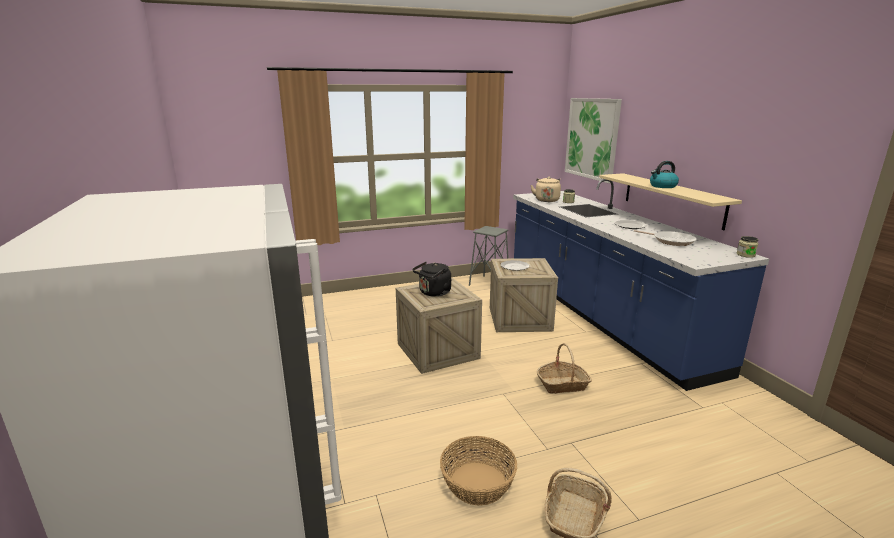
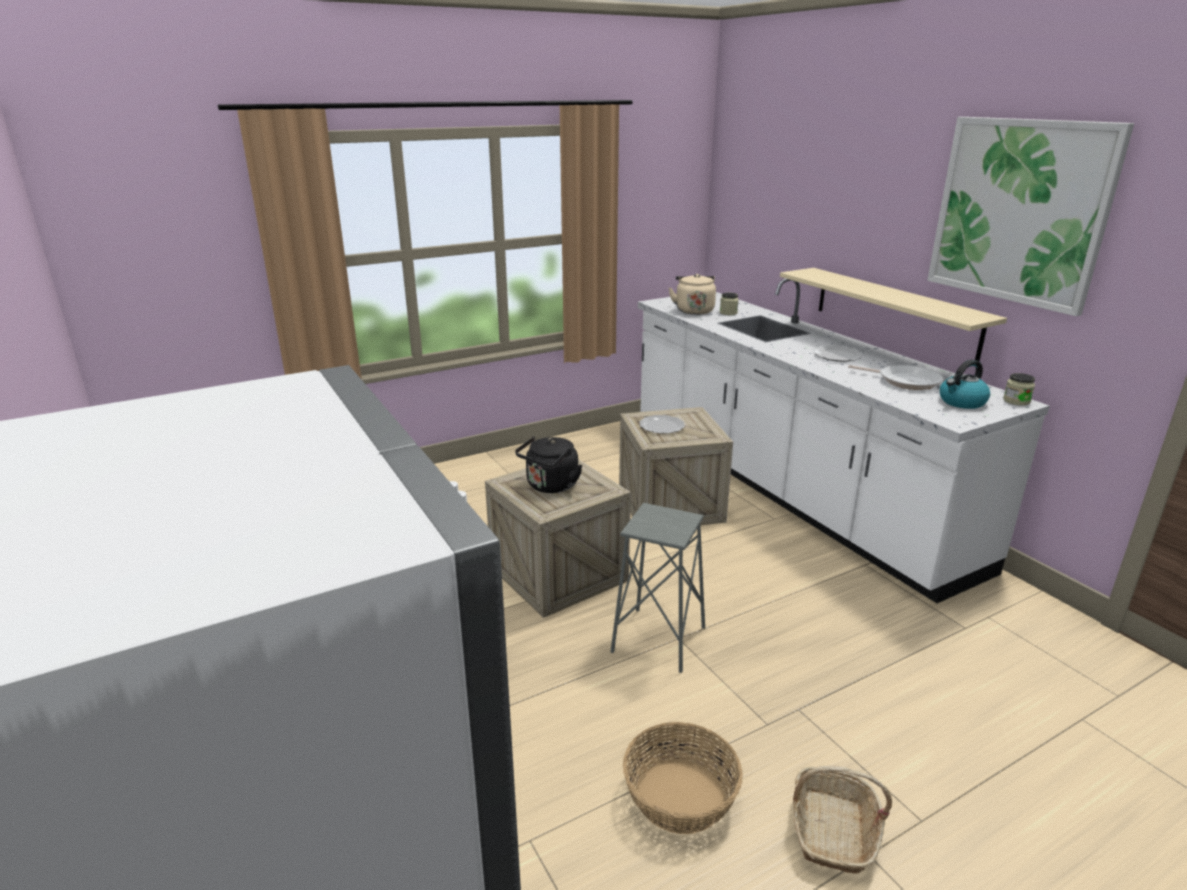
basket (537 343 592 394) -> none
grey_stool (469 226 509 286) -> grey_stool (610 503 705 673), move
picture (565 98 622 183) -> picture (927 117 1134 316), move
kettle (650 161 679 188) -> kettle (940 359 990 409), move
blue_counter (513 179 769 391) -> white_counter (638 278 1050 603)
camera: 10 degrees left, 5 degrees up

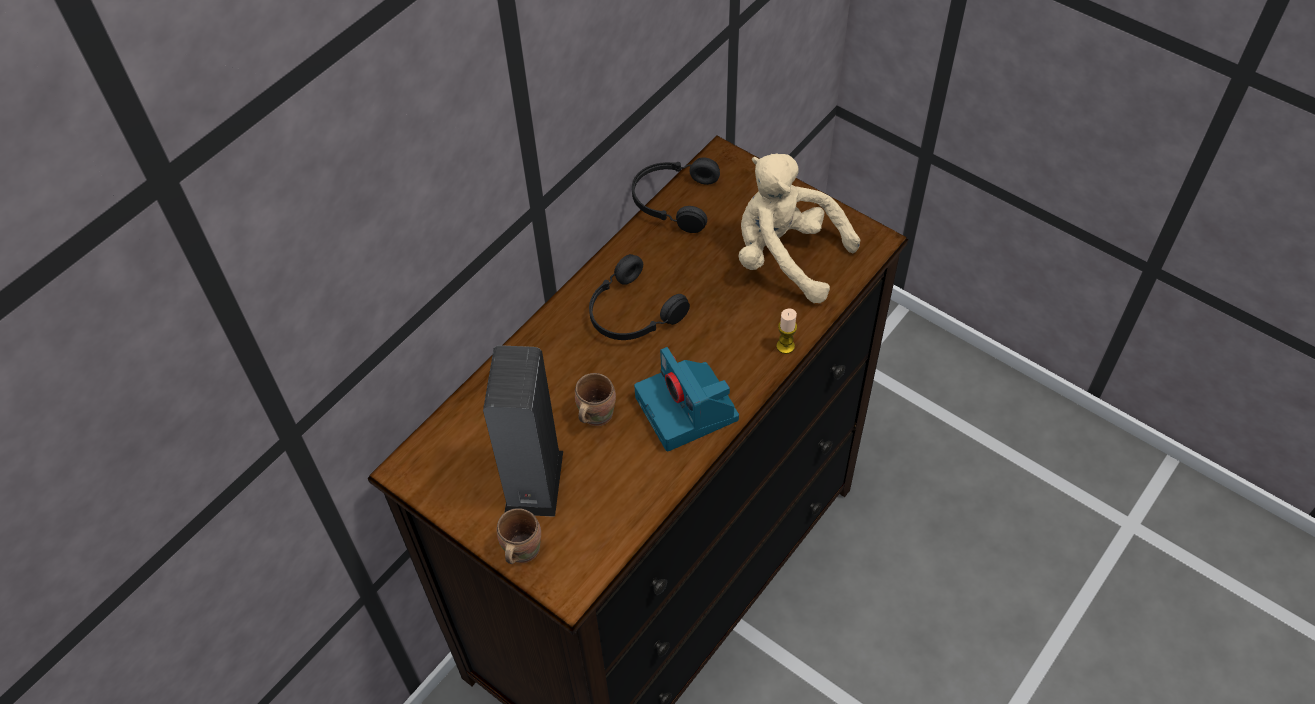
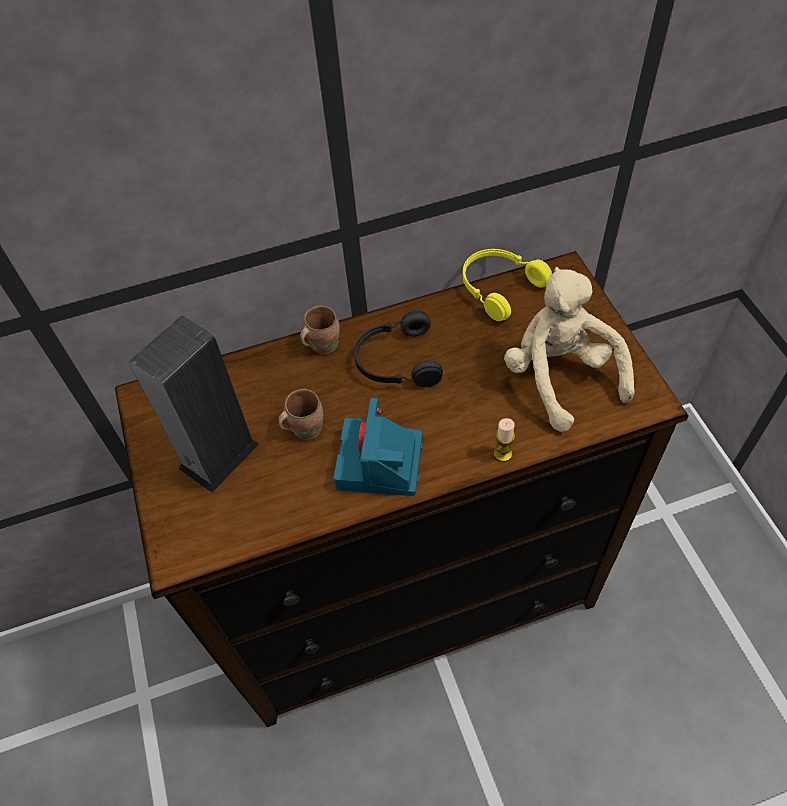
brown_mug (497 508 541 564) -> brown_mug (300 306 340 354), move
black_headphones (632 158 720 233) -> yellow_headphones (463 249 552 321)
camera: 35 degrees right, 0 degrees up

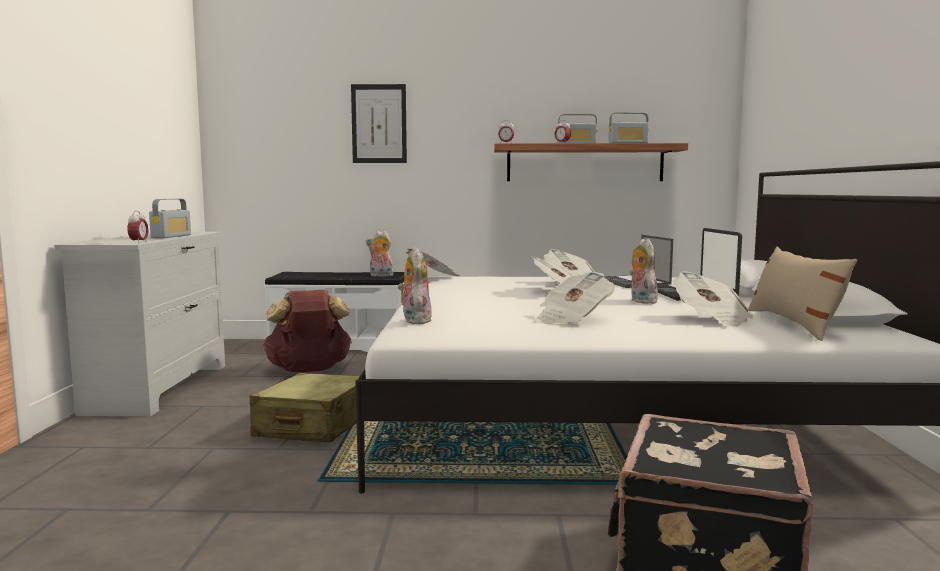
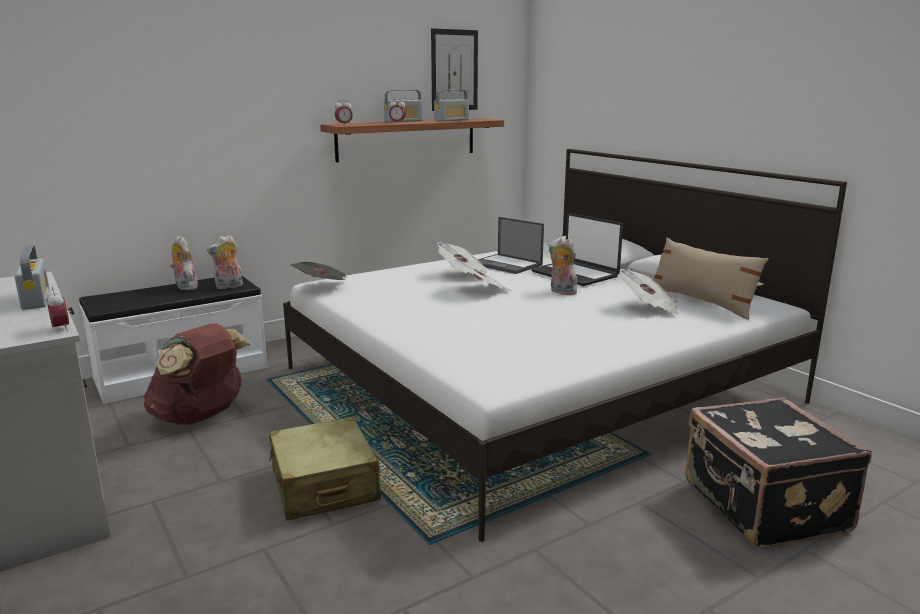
newspaper (535 272 615 324) -> none
picture (351 84 407 163) -> picture (431 28 478 111), move
plush_toy (398 247 433 324) -> plush_toy (170 236 198 290), move
camera: 35 degrees left, 10 degrees up

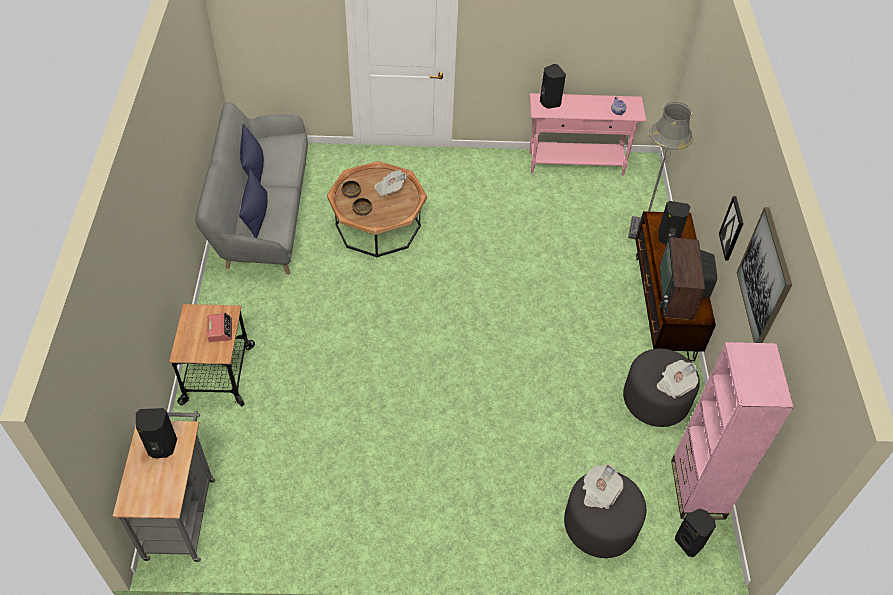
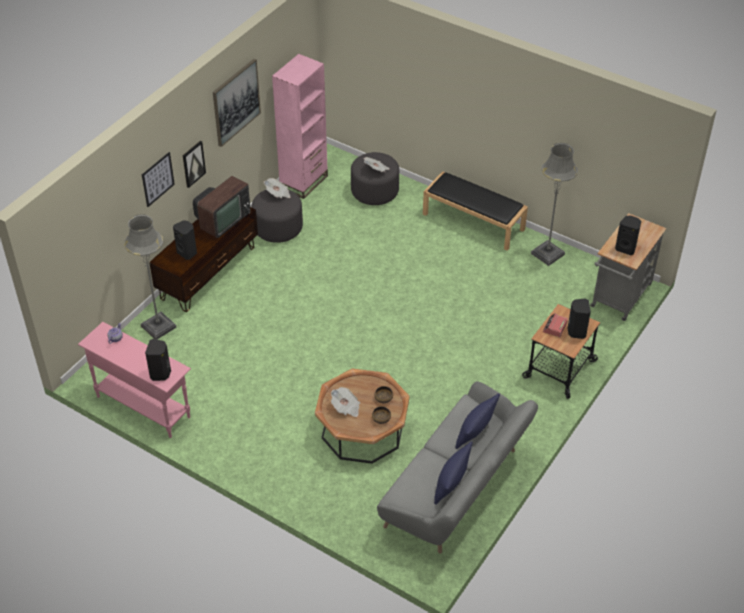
none -> picture (142 152 175 207)
none -> black_bench (423 171 528 251)
none -> grey_floor_lamp (531 143 578 266)
black_speaker (675 509 716 557) -> black_speaker (568 298 591 339), move
camera: 145 degrees left, 5 degrees down

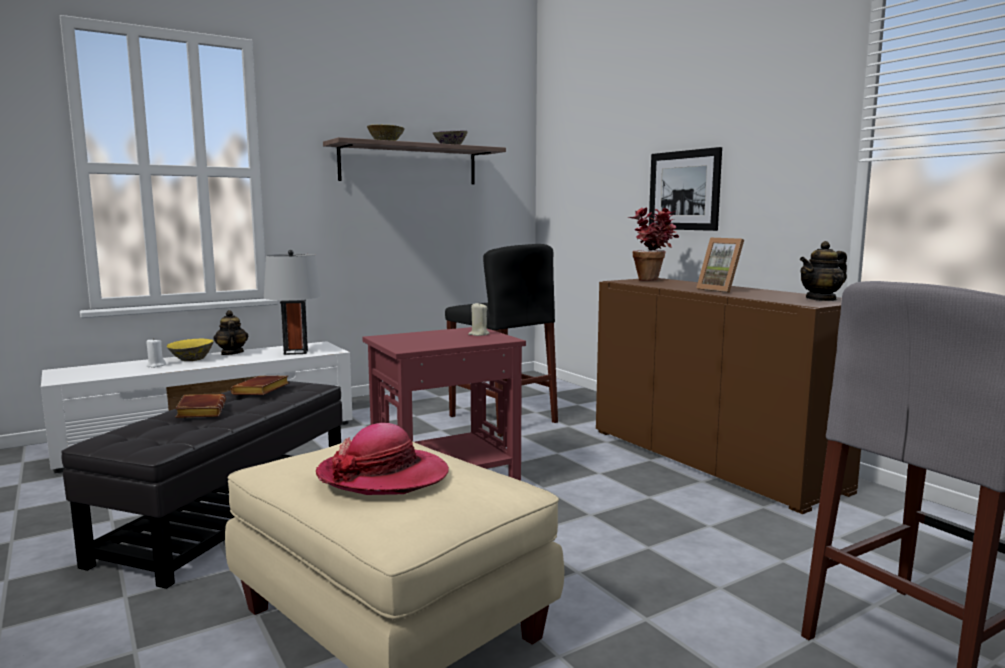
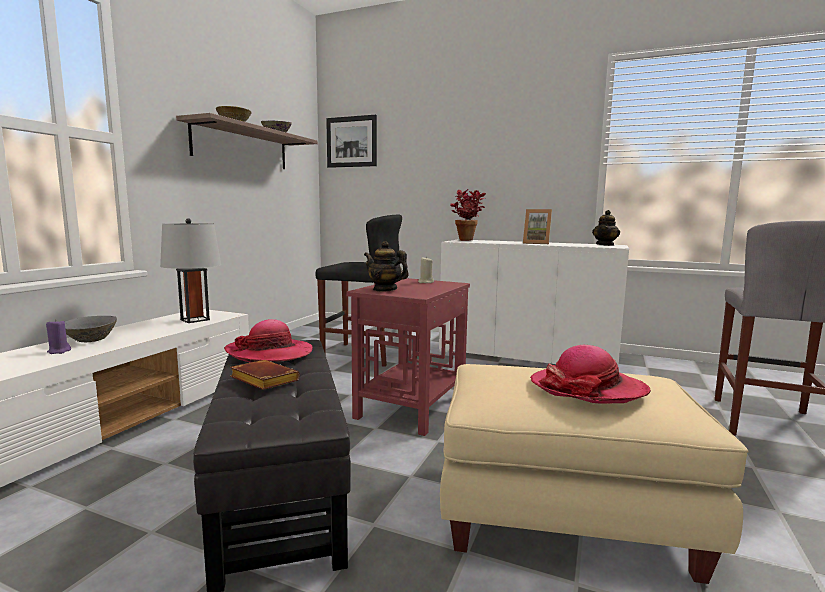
teapot (214 310 249 355) -> teapot (364 241 409 292), move
picture (649 147 722 231) -> picture (326 115 377 168), move
brown_book (231 375 289 395) -> hat (224 319 313 363)
white_candle (146 338 166 368) -> purple_candle (46 319 71 354)
yellow_bowl (167 339 214 361) -> grey_bowl (64 316 117 342)
brown_cabinet (596 278 861 514) -> white_cabinet (439 239 629 366)
camera: 35 degrees left, 0 degrees up

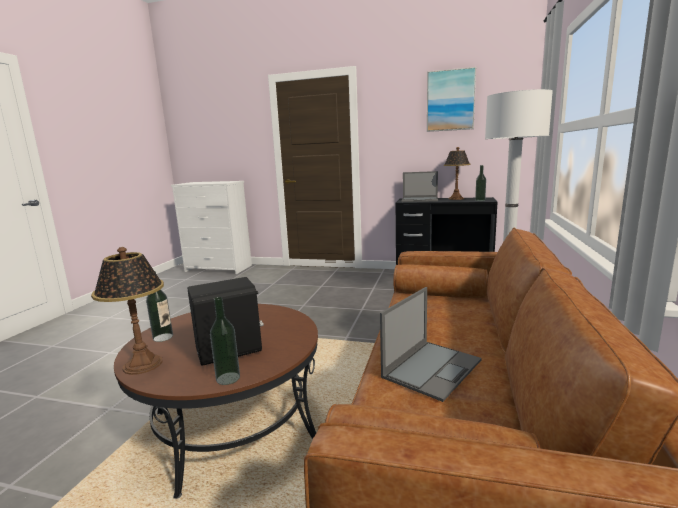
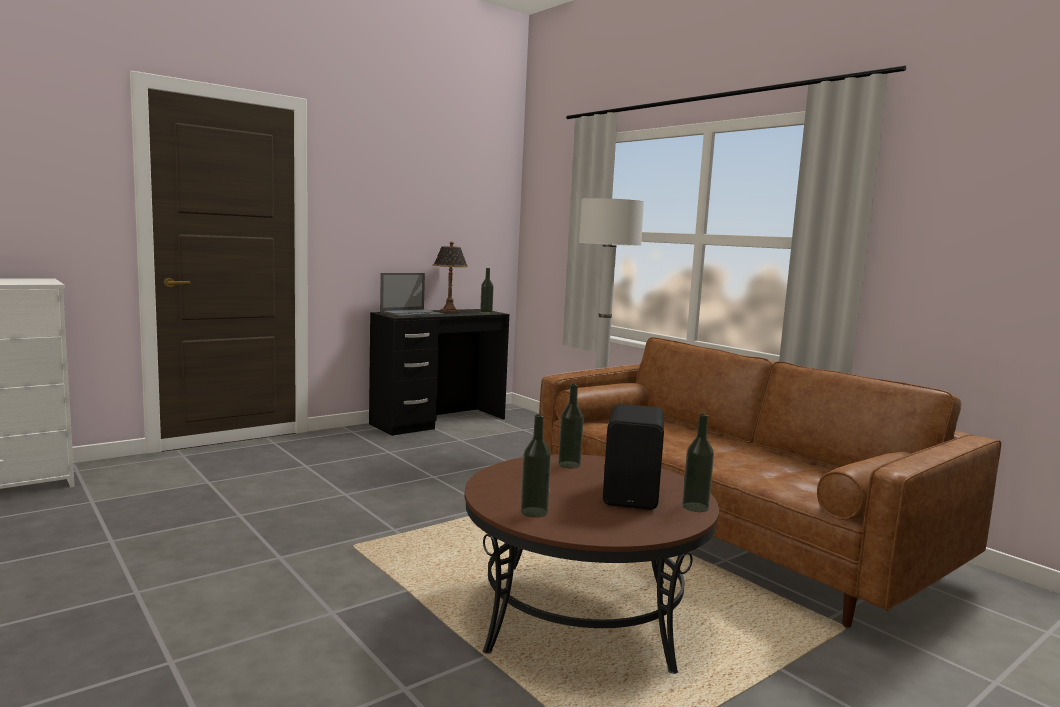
table_lamp (91 247 164 375) -> none
laptop (380 287 482 402) -> none
picture (427 67 476 132) -> none
none -> bottle (558 384 584 469)
camera: 55 degrees left, 5 degrees down

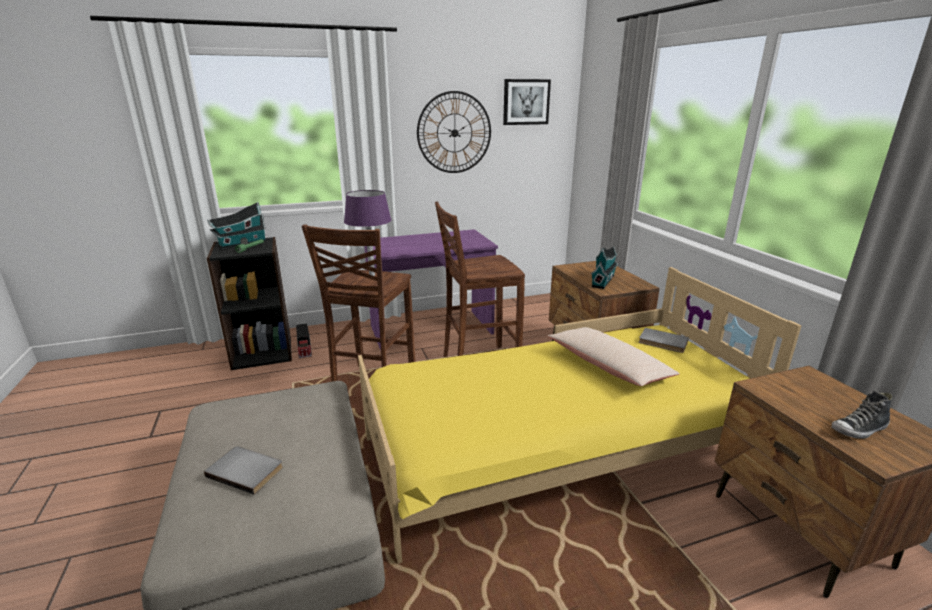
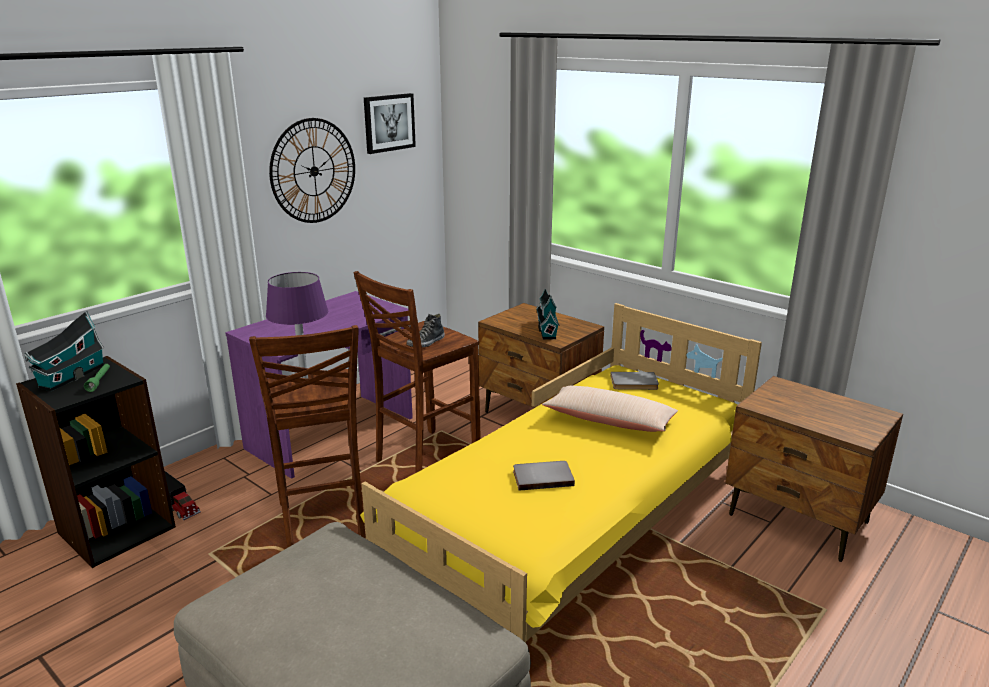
grey_book (204 446 283 495) -> grey_book (513 461 575 491), move
shoe (831 390 893 439) -> shoe (407 314 445 348), move
camera: 30 degrees left, 0 degrees up

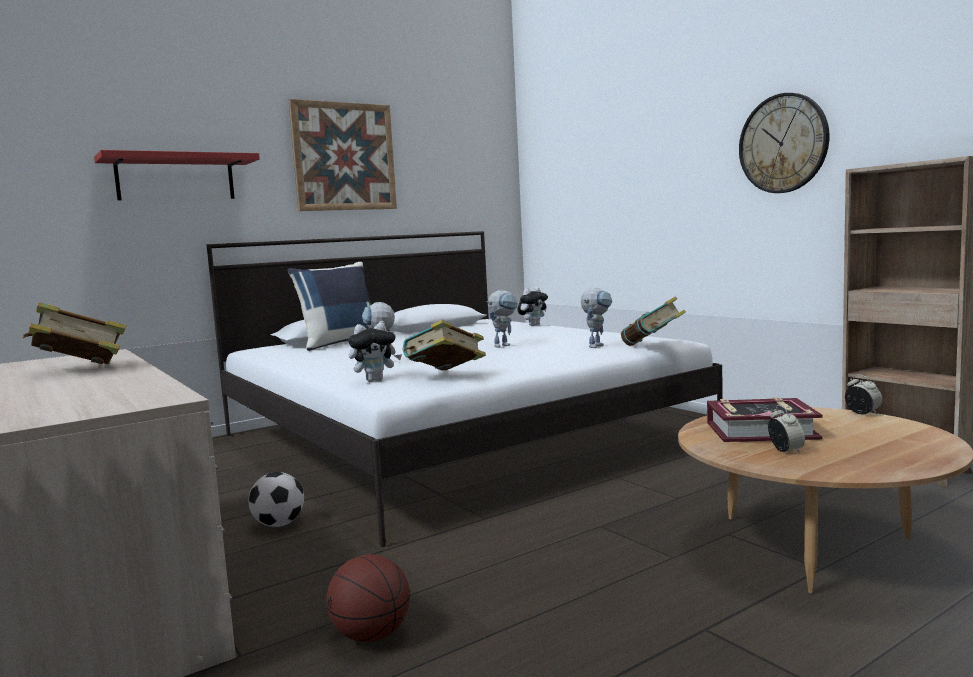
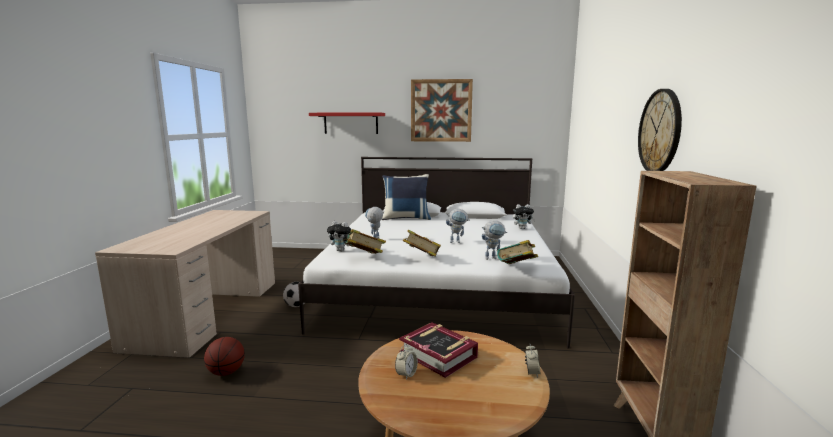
book (23 302 126 364) -> book (403 230 441 257), move
camera: 40 degrees right, 5 degrees up

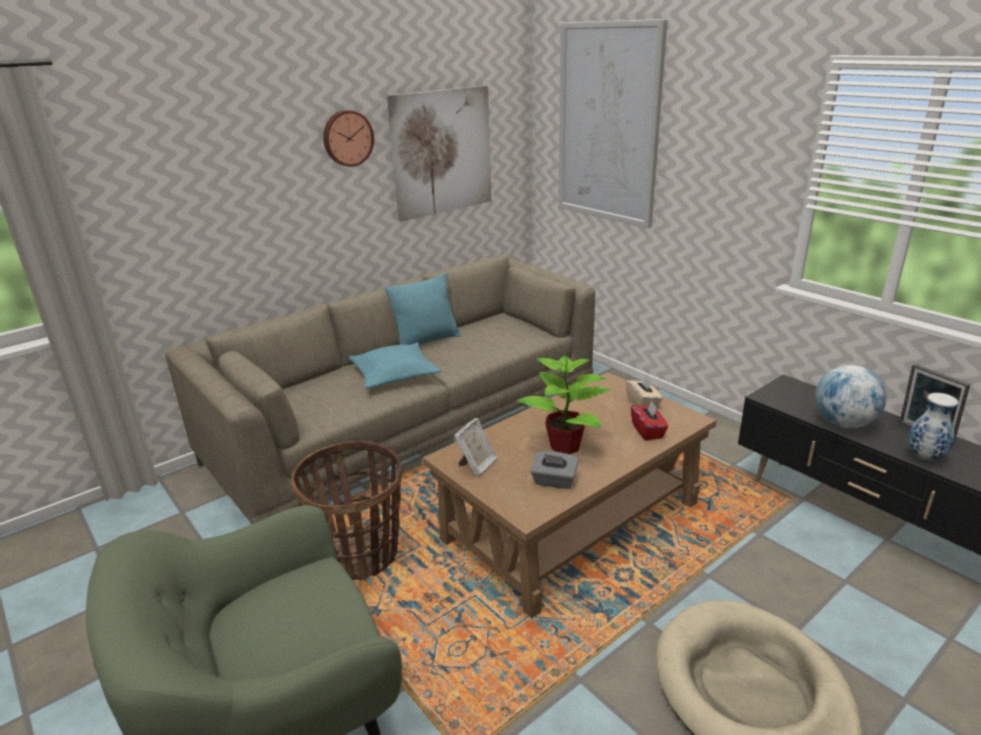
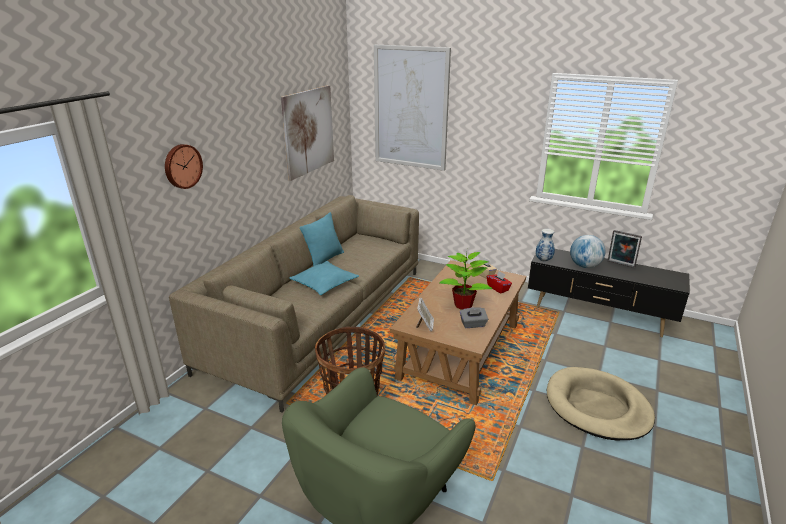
wall_clock (323 110 374 167) -> wall_clock (165 144 203 189), move
vase (908 393 958 461) -> vase (536 229 555 261), move
camera: 25 degrees left, 0 degrees up

